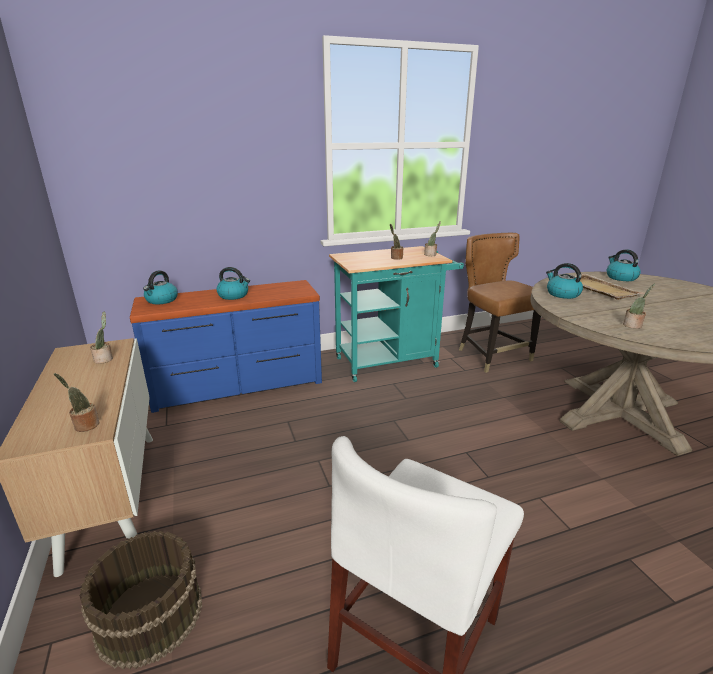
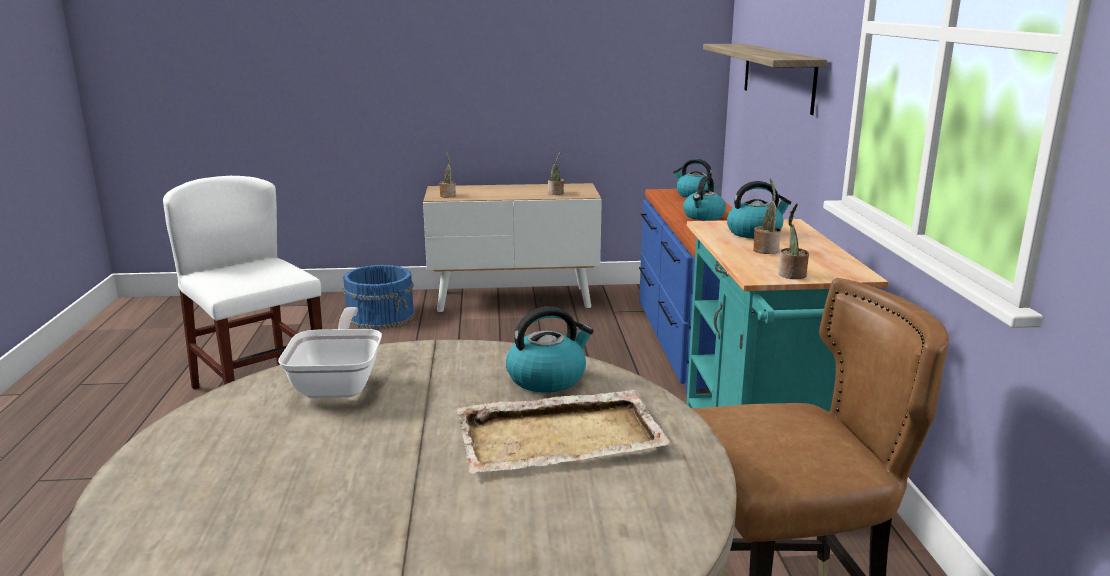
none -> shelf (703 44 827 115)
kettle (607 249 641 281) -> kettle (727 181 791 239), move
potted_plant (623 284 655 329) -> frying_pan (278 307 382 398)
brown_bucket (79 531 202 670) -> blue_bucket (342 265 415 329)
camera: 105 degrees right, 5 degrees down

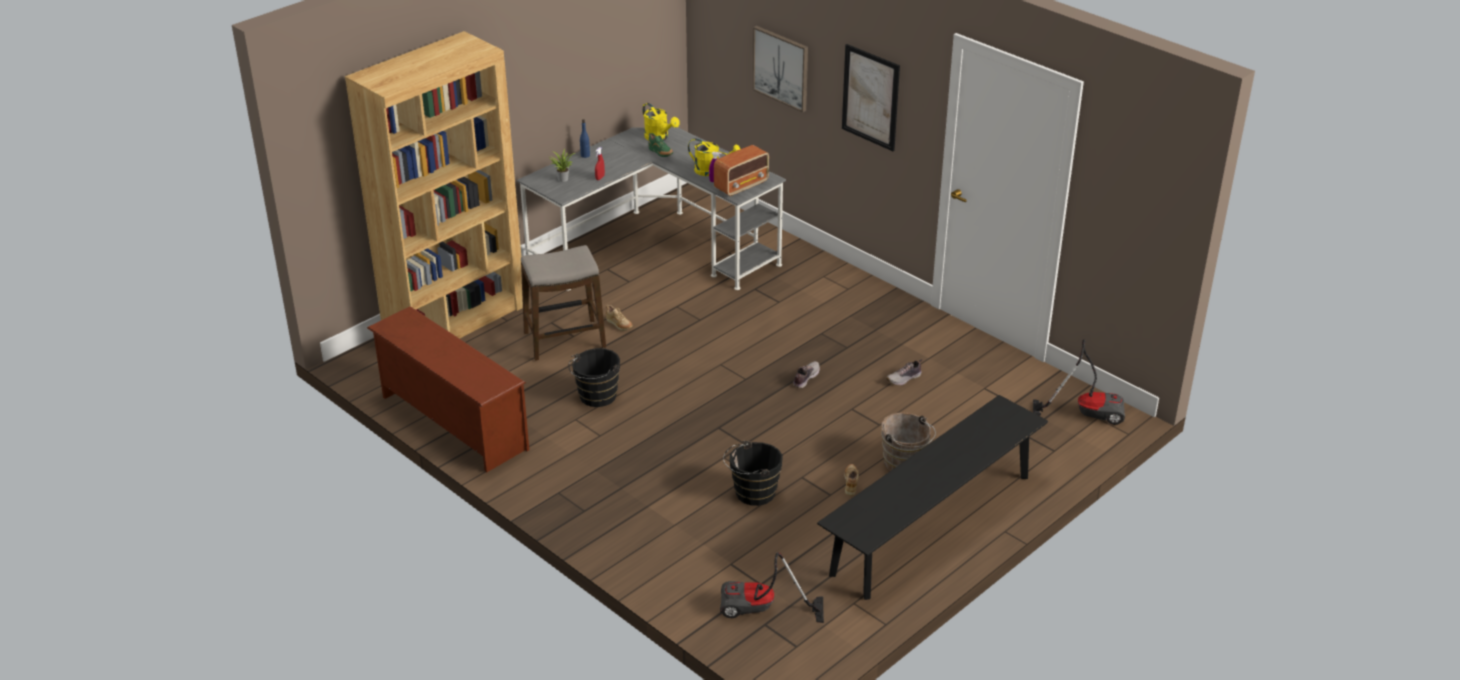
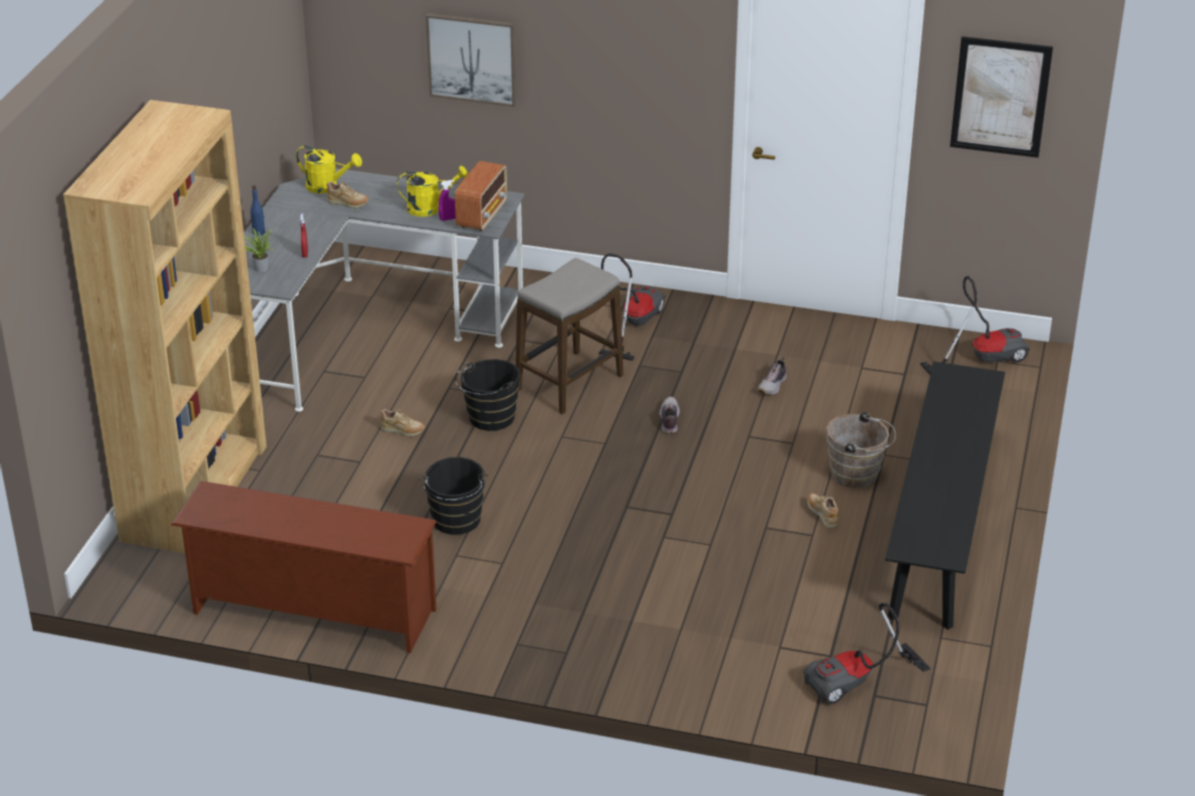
none -> vacuum_cleaner (598 254 666 361)
stool (521 245 606 361) -> stool (516 258 623 414), move
black_bucket (723 441 783 506) -> black_bucket (455 359 520 431), move
picture (842 44 900 151) -> picture (950 36 1053 158), move
green_shoe (648 133 673 157) -> beige_shoe (327 182 369 208)
camera: 30 degrees left, 0 degrees up

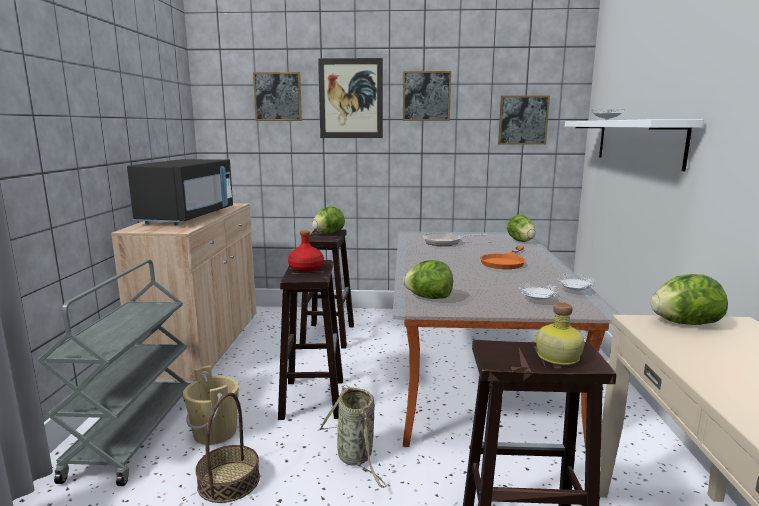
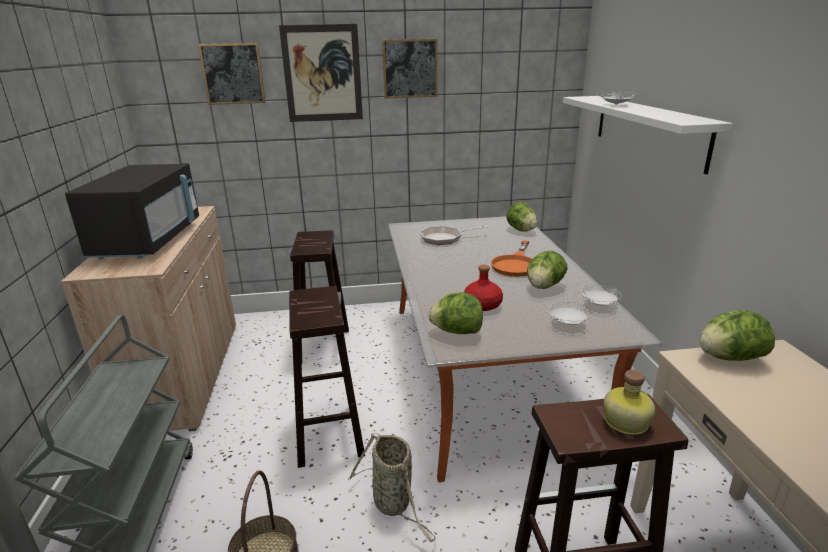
beige_bucket (183 365 239 445) -> none
picture (498 95 550 145) -> none
red_bottle (288 231 324 272) -> red_bottle (464 265 503 311), move
lettuce (312 206 345 234) -> lettuce (527 251 568 289), move
camera: 10 degrees left, 10 degrees up

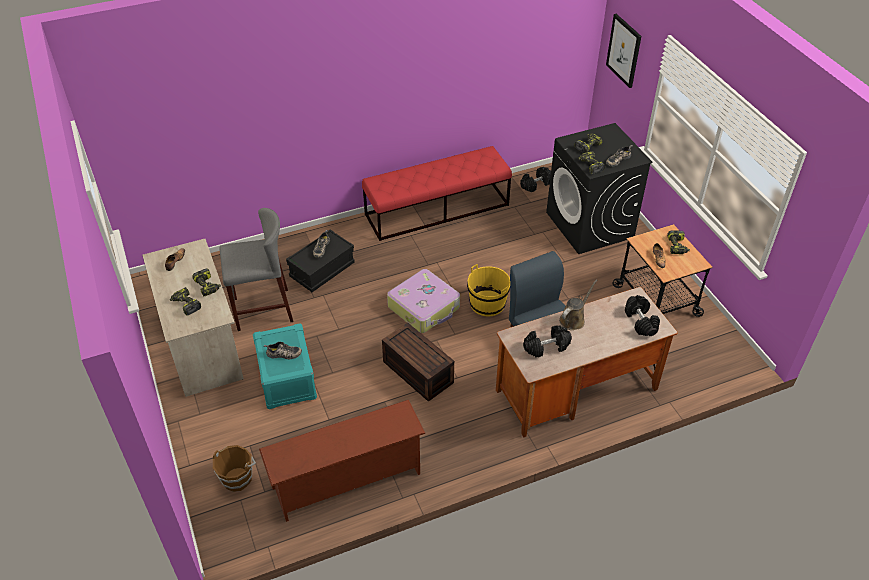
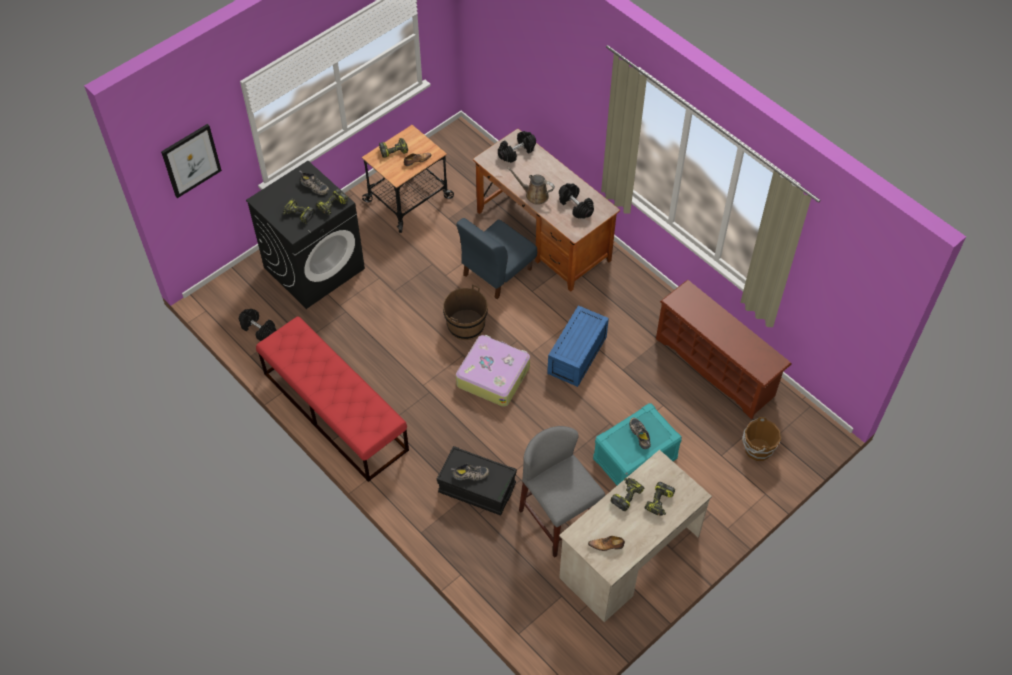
brown_storage_box (382 323 454 402) -> blue_storage_box (547 305 609 387)
yellow_bucket (467 264 510 316) -> brown_bucket (443 285 488 340)
camera: 110 degrees left, 10 degrees up

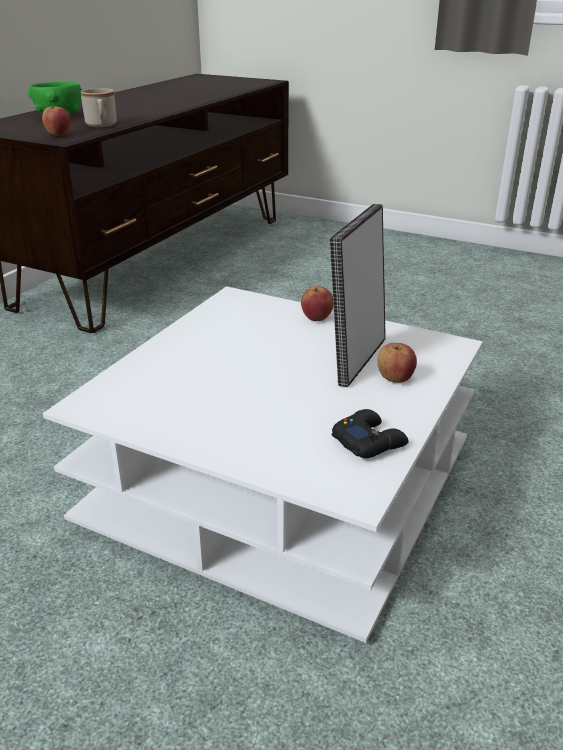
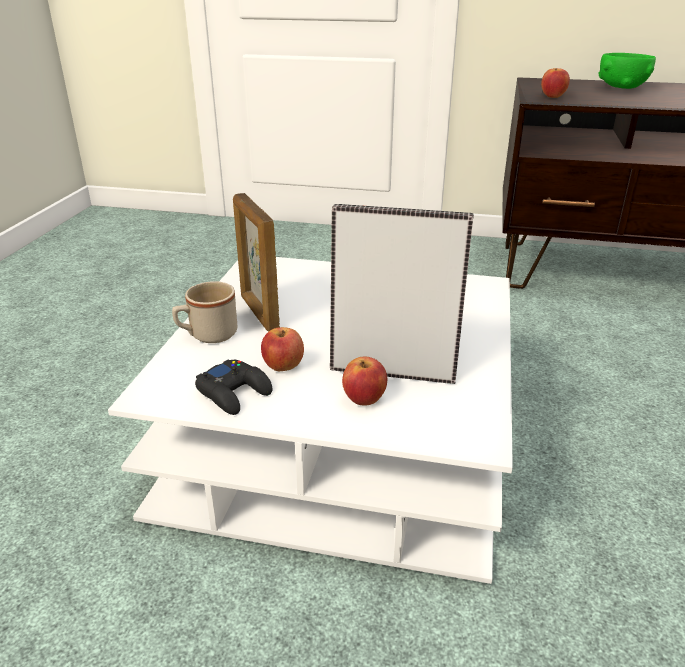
none -> picture_frame (233 193 280 332)
beige_mug (81 88 117 127) -> beige_mug (172 281 237 343), move
apple (301 286 333 321) -> apple (261 327 304 371), move
camera: 75 degrees right, 0 degrees up

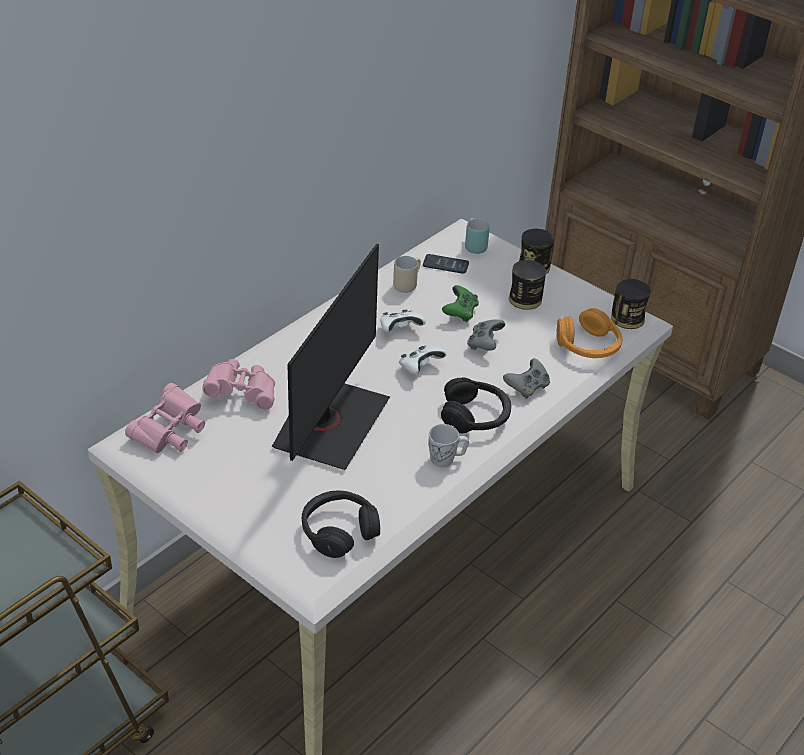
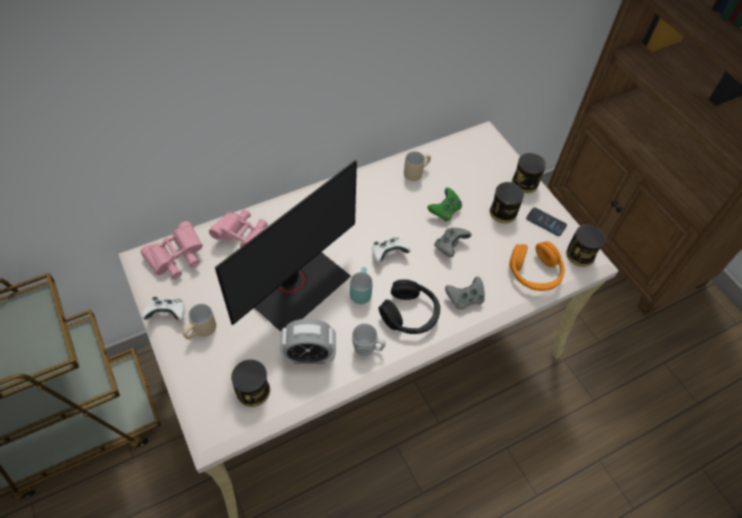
none -> beige_mug (183 304 216 340)
none -> alarm_clock (280 319 336 364)
white_game_controller (380 309 426 332) -> white_game_controller (142 297 184 321), move
phone (423 254 469 274) -> phone (526 207 567 236), move
turquoise_mug (465 218 490 254) -> turquoise_mug (350 267 373 304), move
black_headphones (302 490 380 558) -> can (231 359 270 407)
camera: 20 degrees right, 15 degrees up

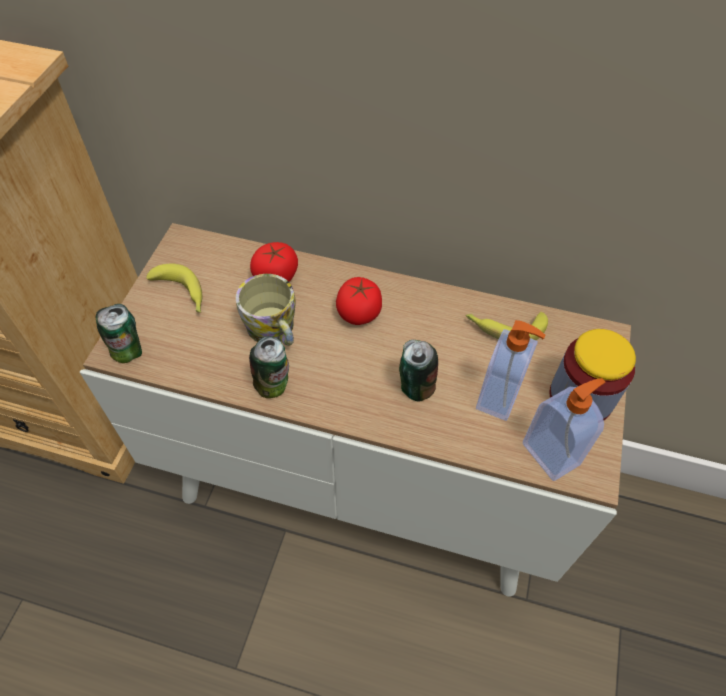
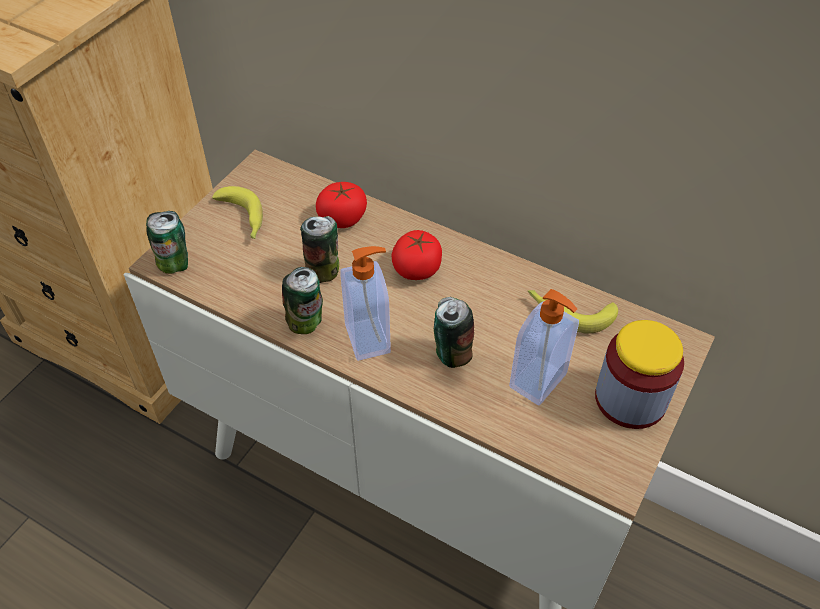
soap_dispenser (523 378 605 481) -> soap_dispenser (340 246 391 361), move
mug (236 274 296 346) -> can (300 216 339 283)
camera: 15 degrees right, 5 degrees down

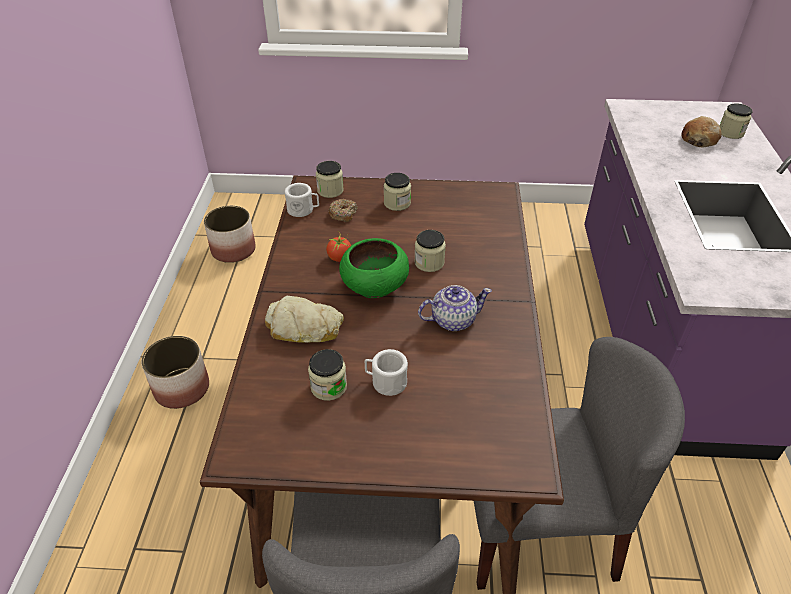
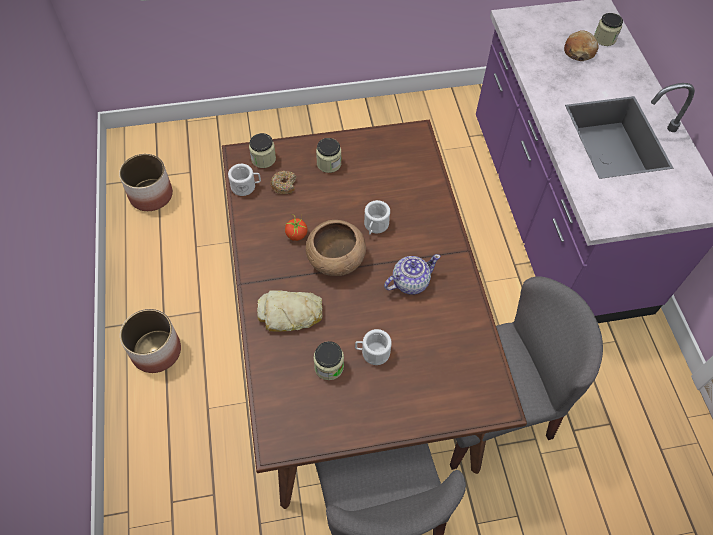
jar (414 230 446 272) -> white_mug (364 200 390 234)
green_bowl (339 238 409 298) -> brown_bowl (305 220 366 276)
camera: 15 degrees left, 15 degrees up

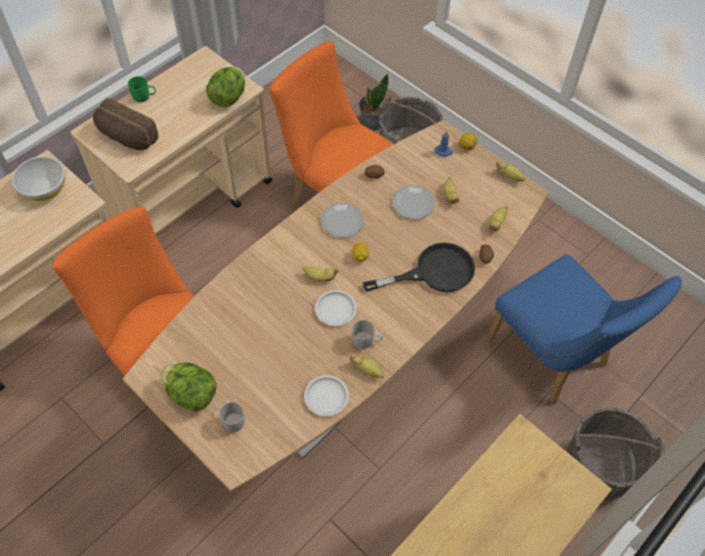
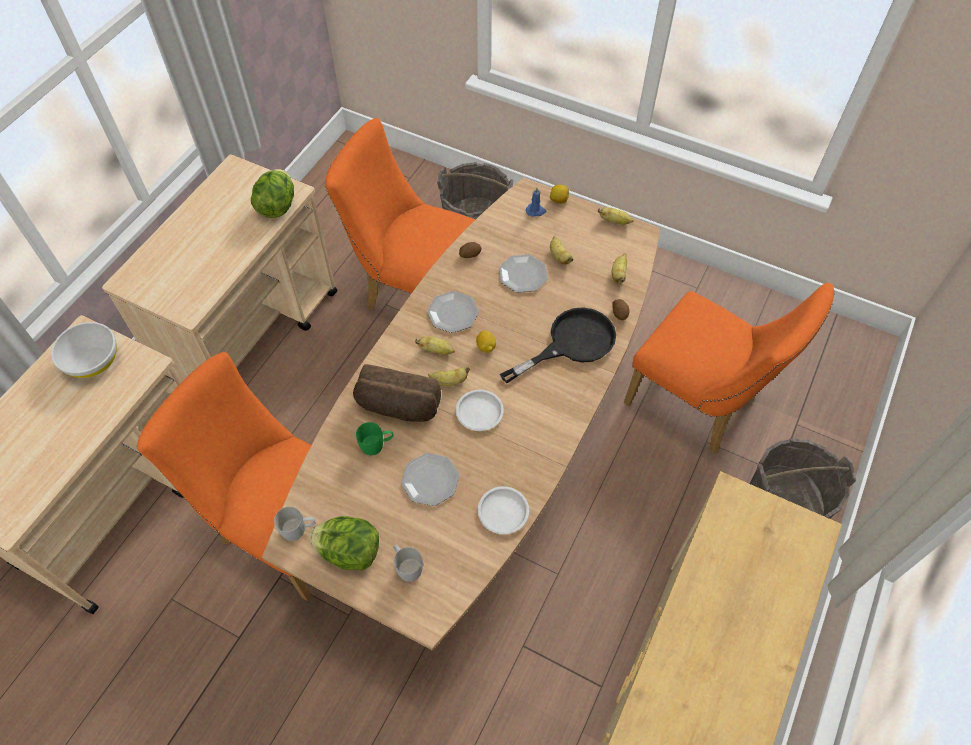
potted_plant (359 74 388 131) -> none
none -> plate (401 453 459 506)
bread (93 98 158 150) -> bread (353 364 441 422), move
green_mug (128 76 156 102) -> green_mug (356 422 393 455), move
banana (350 355 384 378) -> banana (415 336 455 355), move
white_mug (352 320 383 349) -> white_mug (274 506 316 541), move
blue_chair (486 255 682 404) -> orange_chair (624 283 835 454)
camera: 15 degrees left, 0 degrees up

